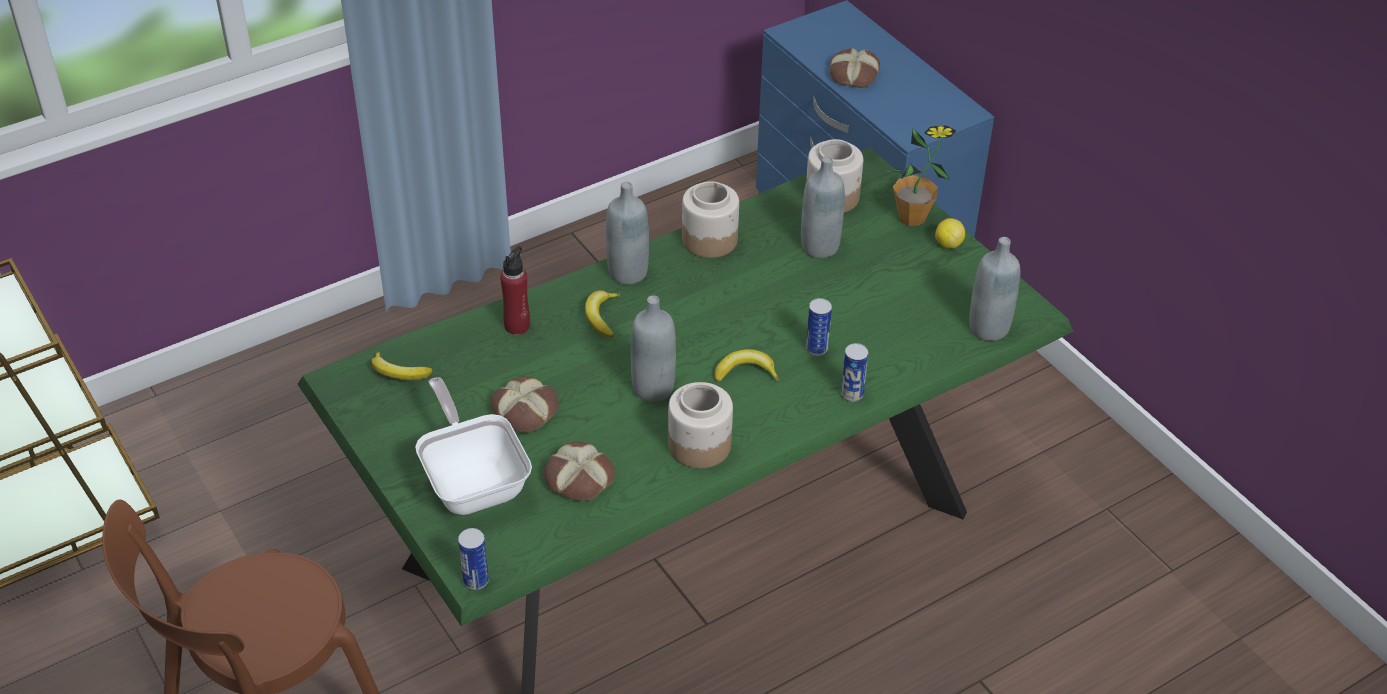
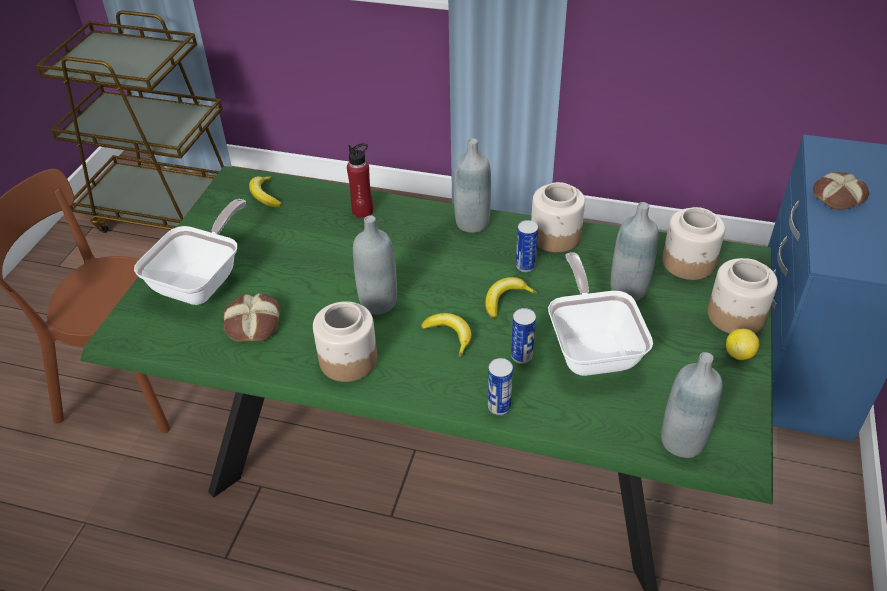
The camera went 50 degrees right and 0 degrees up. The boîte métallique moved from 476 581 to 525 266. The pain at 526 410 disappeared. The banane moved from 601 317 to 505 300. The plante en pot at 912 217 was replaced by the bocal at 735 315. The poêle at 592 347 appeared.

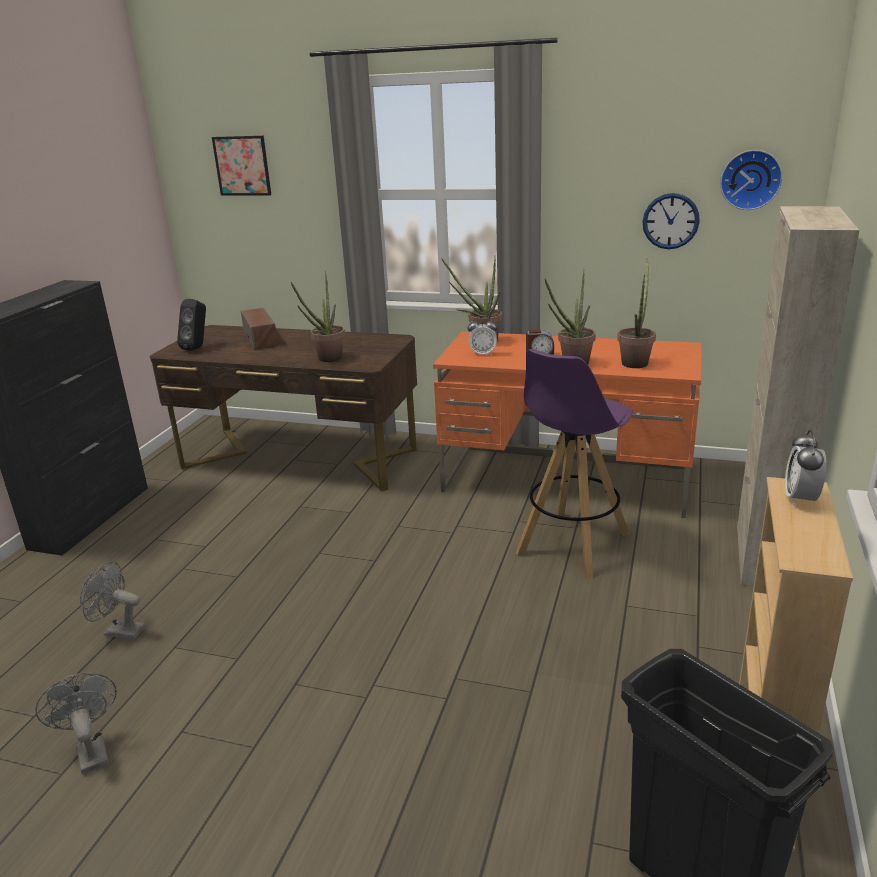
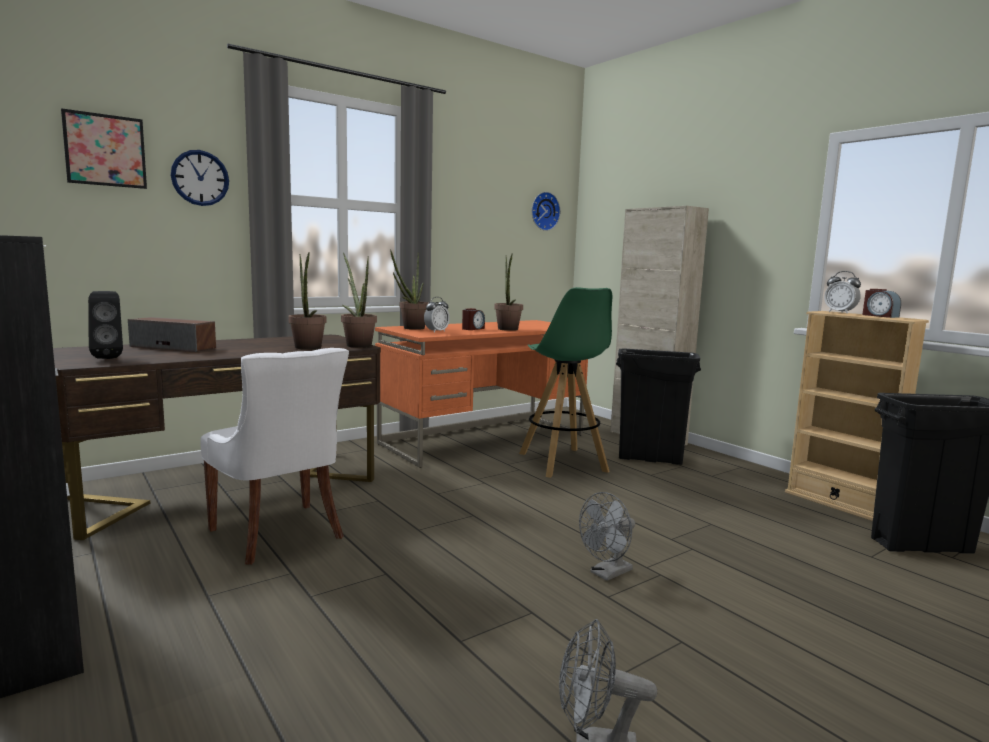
The camera went 55 degrees left and 15 degrees down. The ventilateur [gris] moved from 119 631 to 607 574. The tabouret [violet] at 572 544 became the tabouret [vert] at 563 463. The plante en pot moved from 635 361 to 357 345. The horloge murale moved from 670 221 to 200 178. The chaise [blanc] at 279 534 appeared. The poubelle [noir] at 650 459 appeared. The réveil at 879 316 appeared.

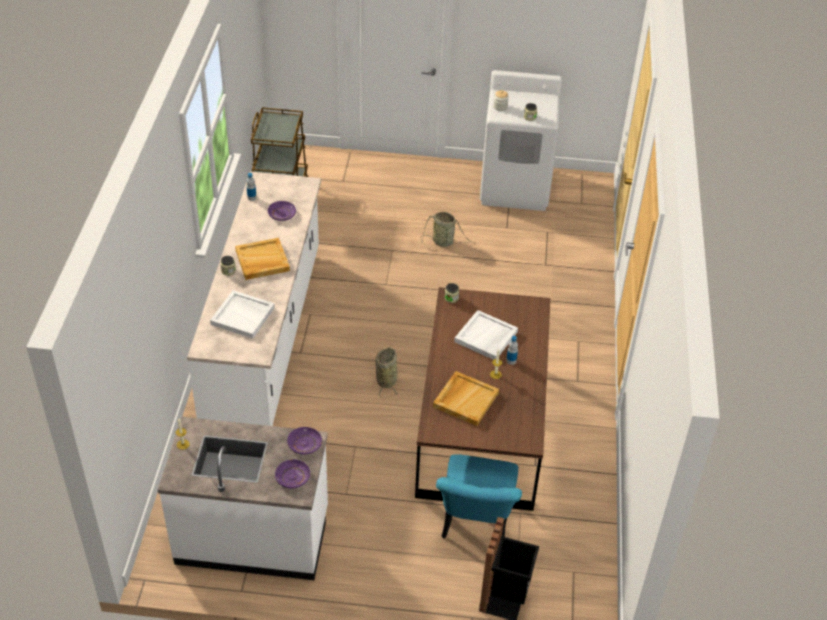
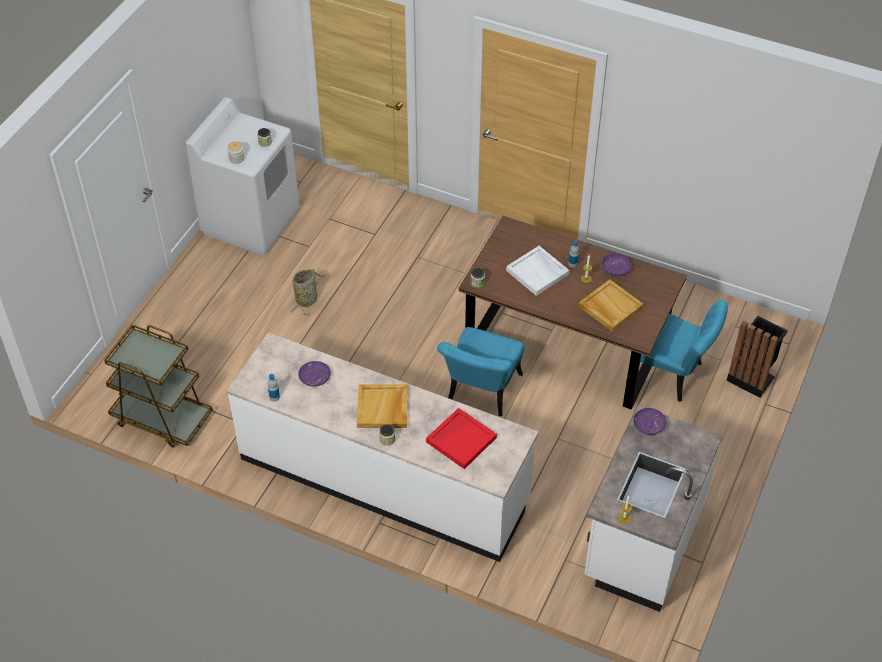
The camera went 70 degrees left and 5 degrees up. The plateau [blanc] at 243 316 became the plateau [rouge] at 461 439. The assiette [violet] moved from 292 477 to 616 268. The panier at 387 379 was replaced by the chaise [turquoise] at 481 393.

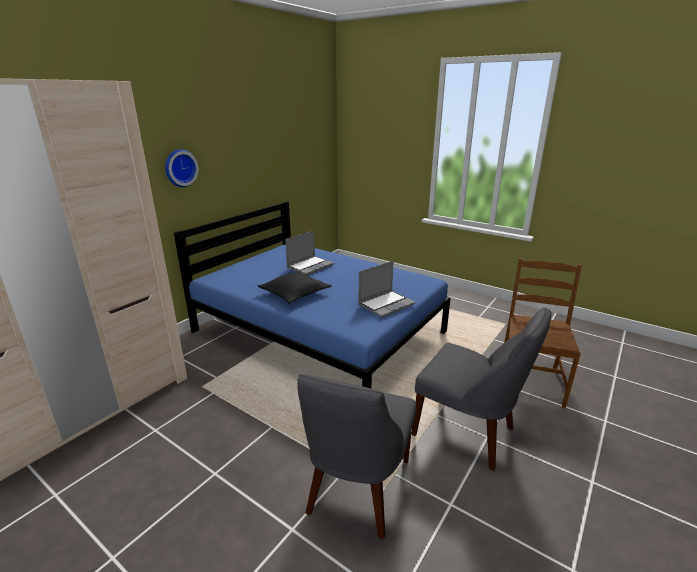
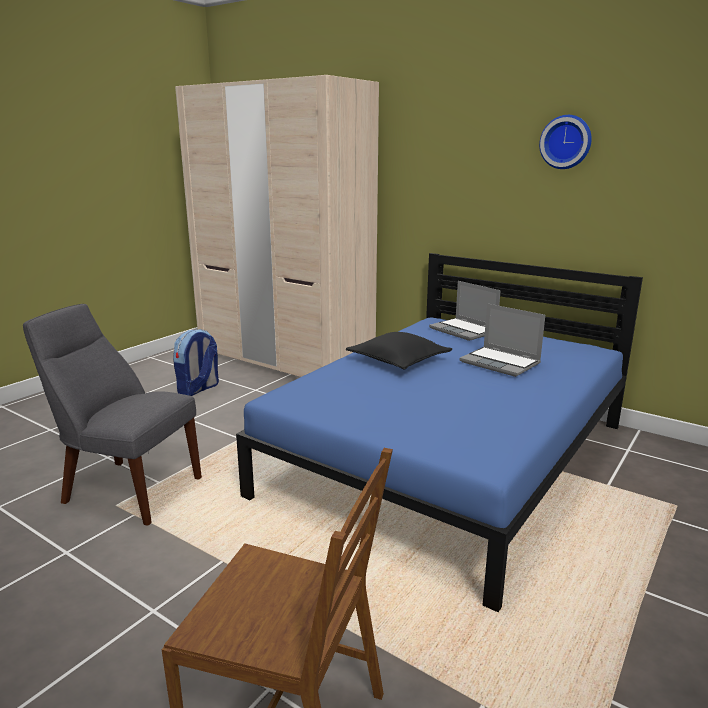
The camera went 90 degrees right and 5 degrees down. The horloge murale moved from 180 168 to 566 142. The ordinateur portable moved from 386 304 to 464 330. The chaise [gris] at 468 433 disappeared. The sac à dos at 198 389 appeared.

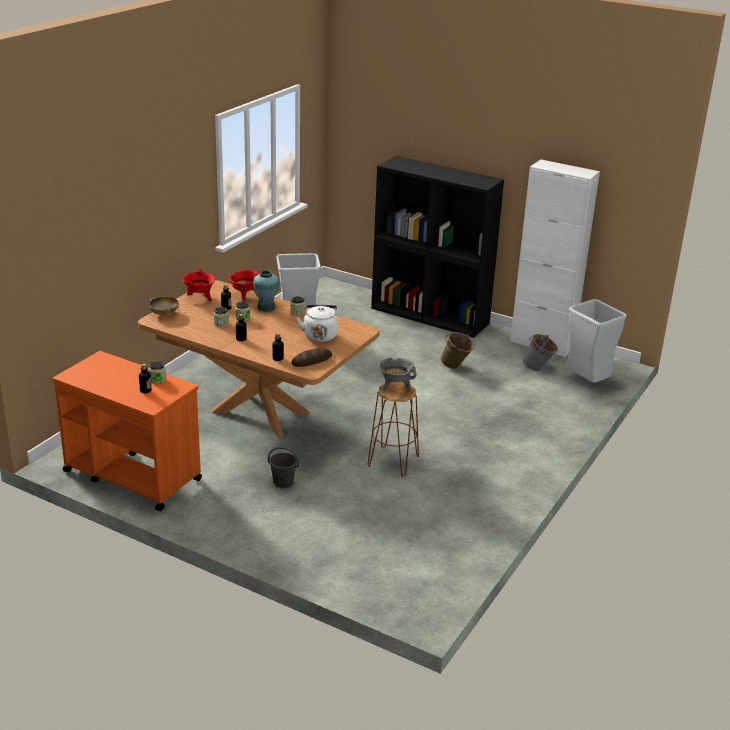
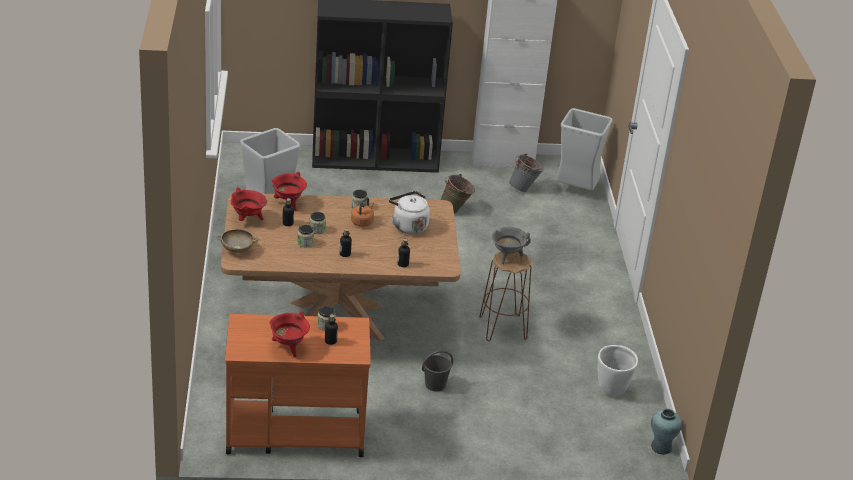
The camera went 35 degrees left and 5 degrees up. The vase [turquoise] moved from 266 307 to 661 447. The pain at 311 360 disappeared. The marmite [rouge] at 289 347 appeared. The bouilloire [orange] at 362 222 appeared. The cache-pot [blanc] at 612 390 appeared.

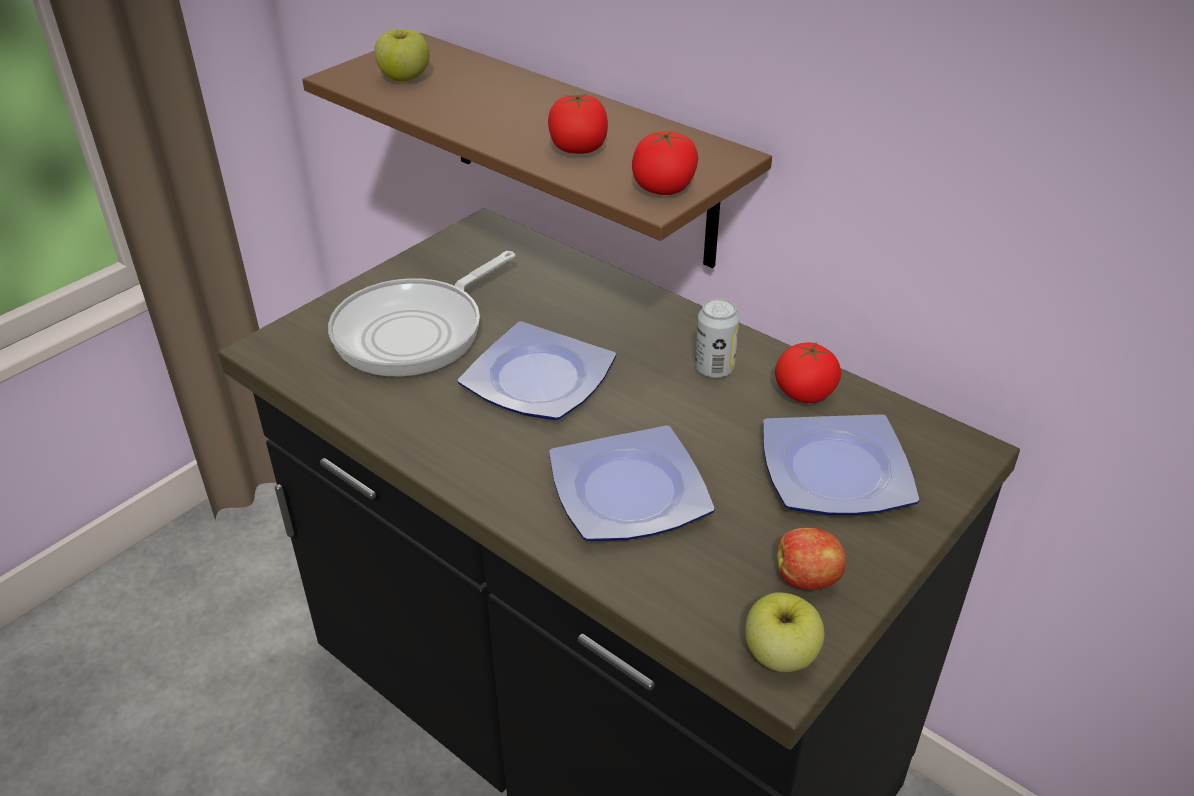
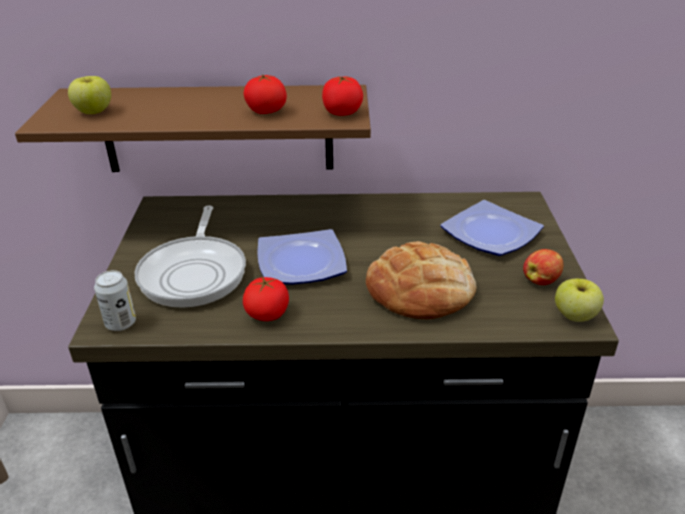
The camera went 40 degrees left and 5 degrees down. The assiette at 627 494 was replaced by the pain at 420 290. The boîte métallique moved from 714 369 to 120 323. The tomate moved from 804 393 to 267 314.

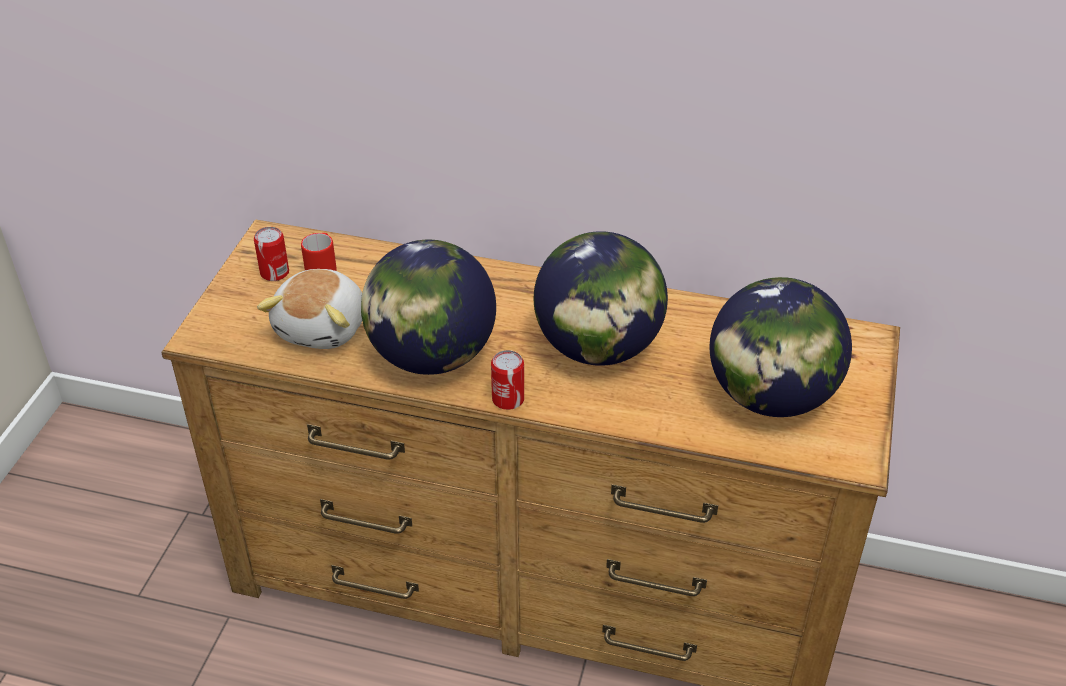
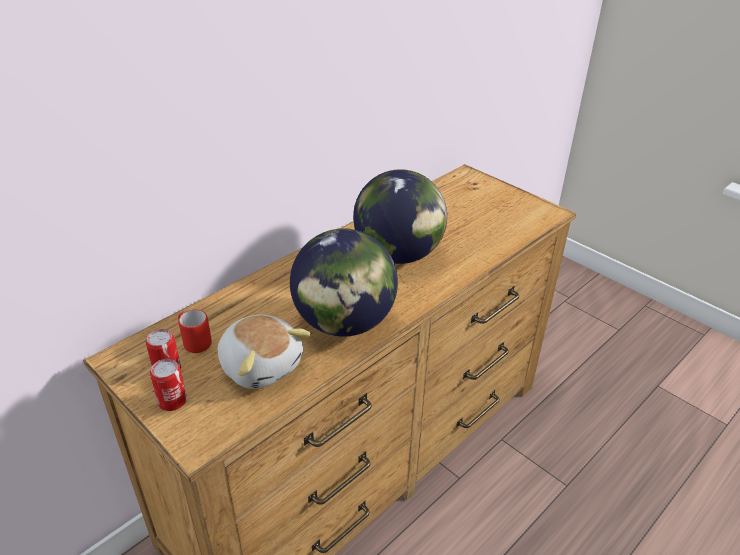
The camera went 60 degrees left and 5 degrees down. The boîte métallique moved from 508 399 to 172 401. The globe at 770 397 disappeared.

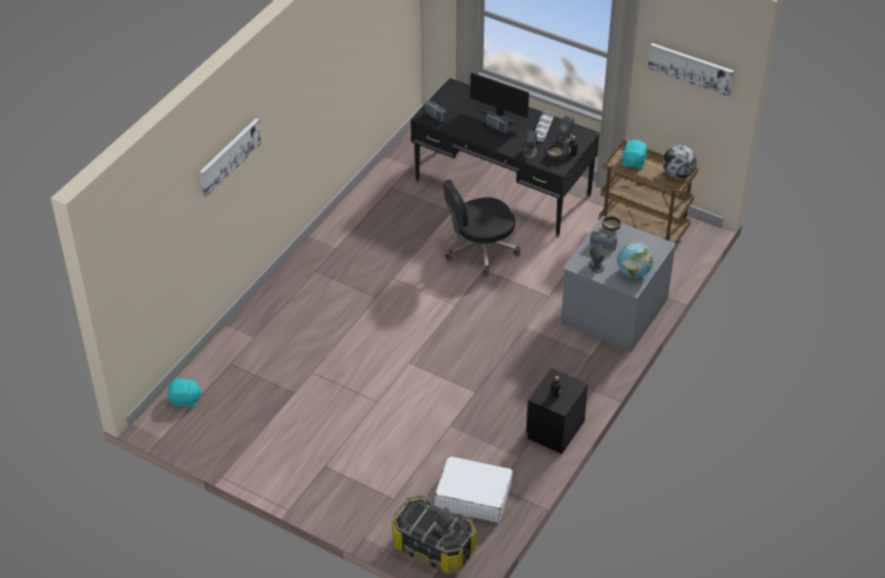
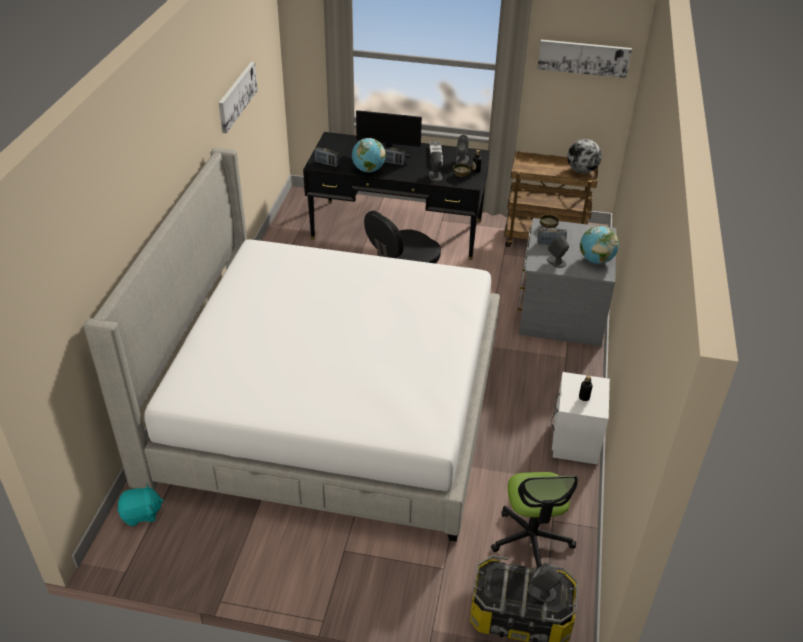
The camera went 20 degrees left and 5 degrees down. The tableau moved from 229 156 to 237 96. The valise [blanc] at 473 496 was replaced by the chaise de bureau at 531 539. The table de chevet [noir] at 554 429 became the table de chevet [blanc] at 574 440. The peluche [turquoise] at 633 162 disappeared. The lit at 329 404 appeared. The globe at 368 170 appeared.

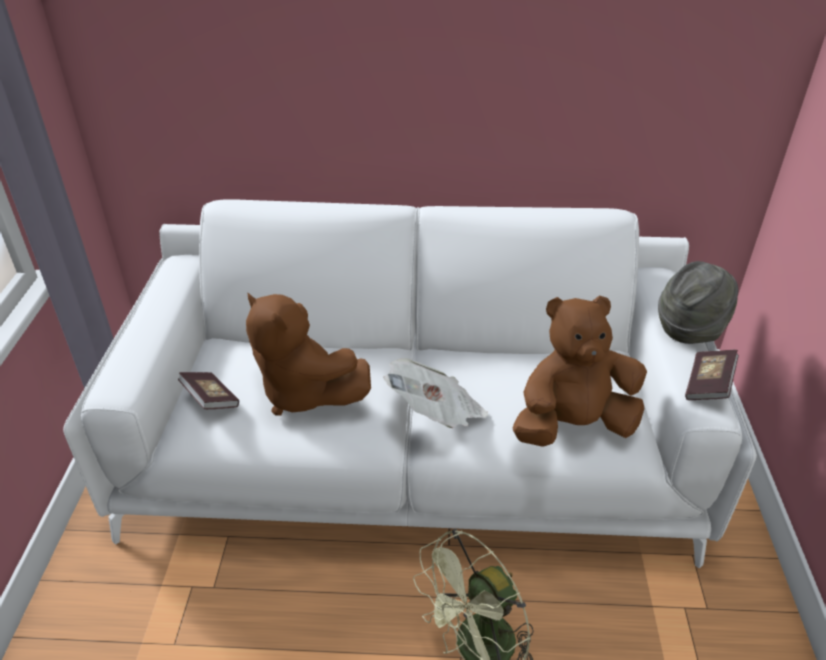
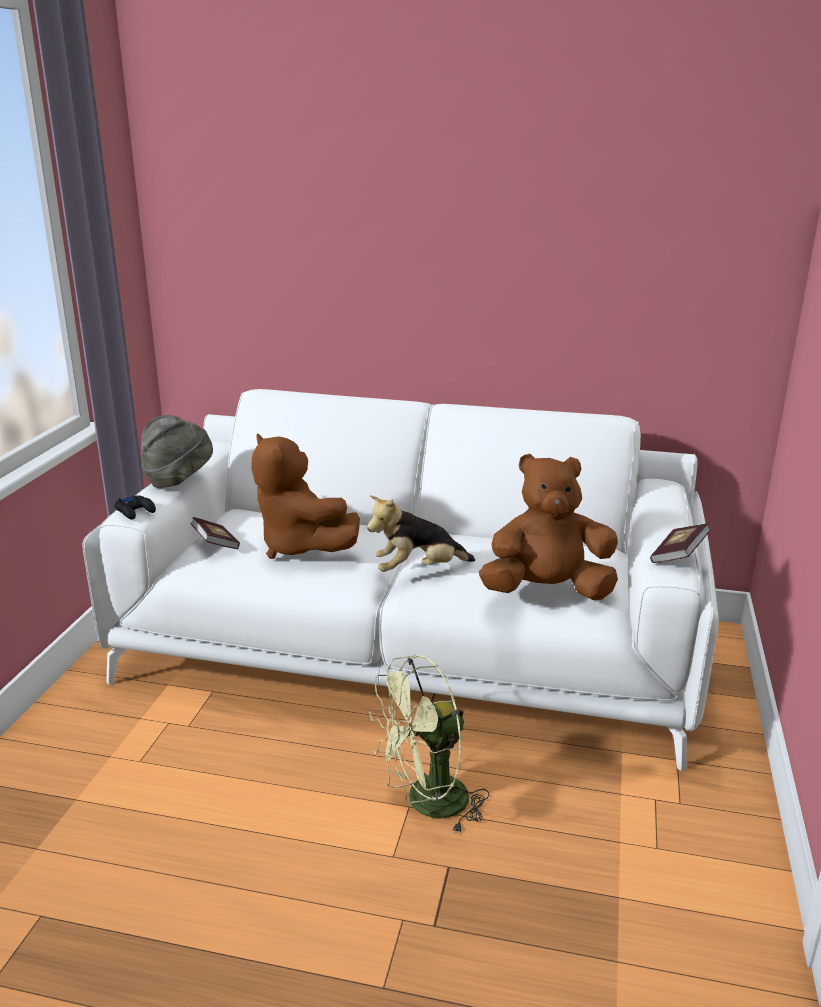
The camera went 10 degrees right and 15 degrees down. The journal at 436 413 was replaced by the peluche at 418 570. The chapeau [gris] moved from 690 327 to 179 481. The manette [noir] at 135 511 appeared.

